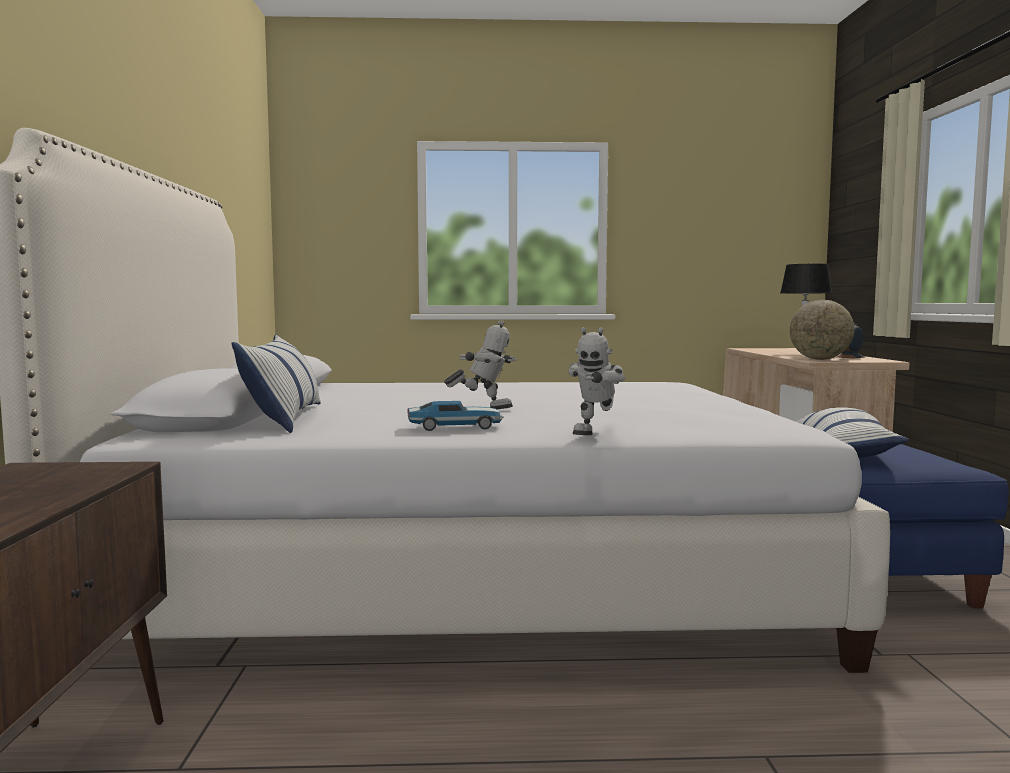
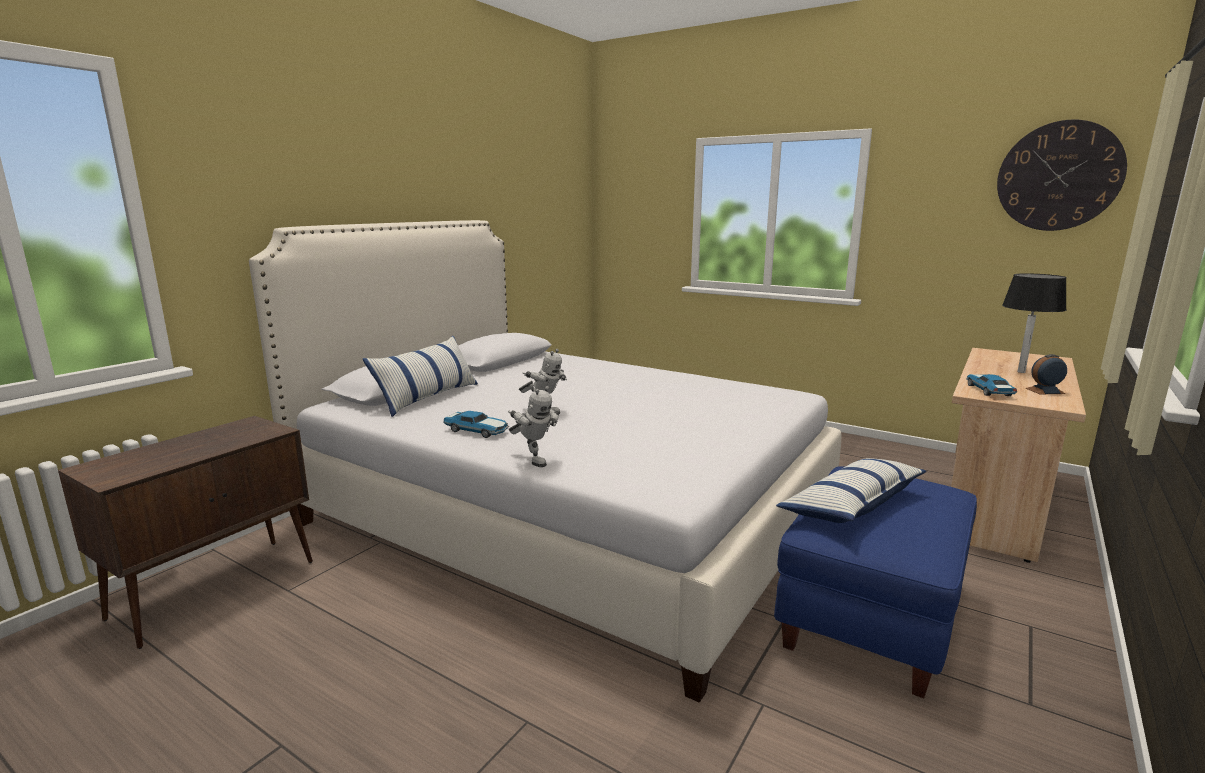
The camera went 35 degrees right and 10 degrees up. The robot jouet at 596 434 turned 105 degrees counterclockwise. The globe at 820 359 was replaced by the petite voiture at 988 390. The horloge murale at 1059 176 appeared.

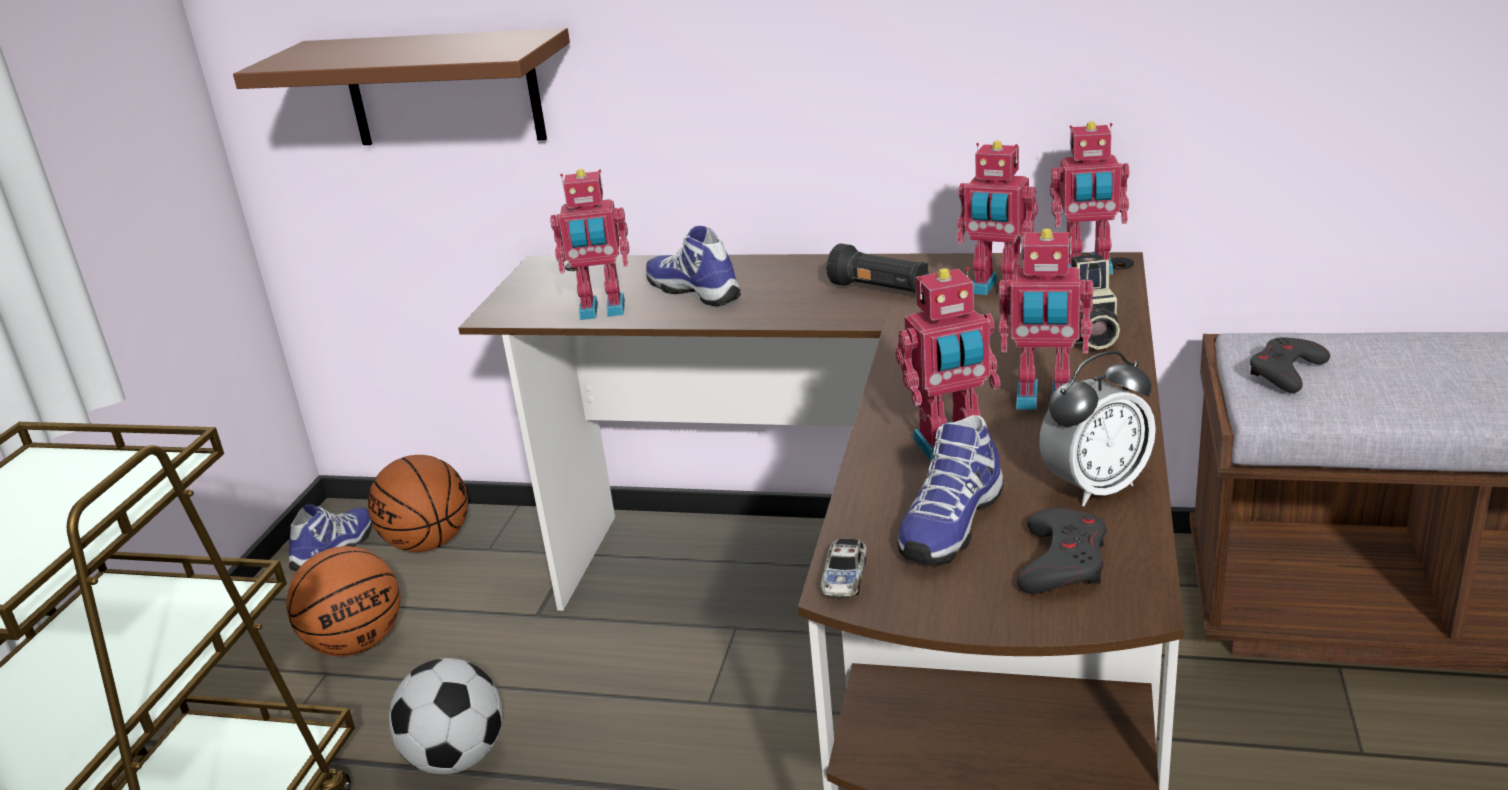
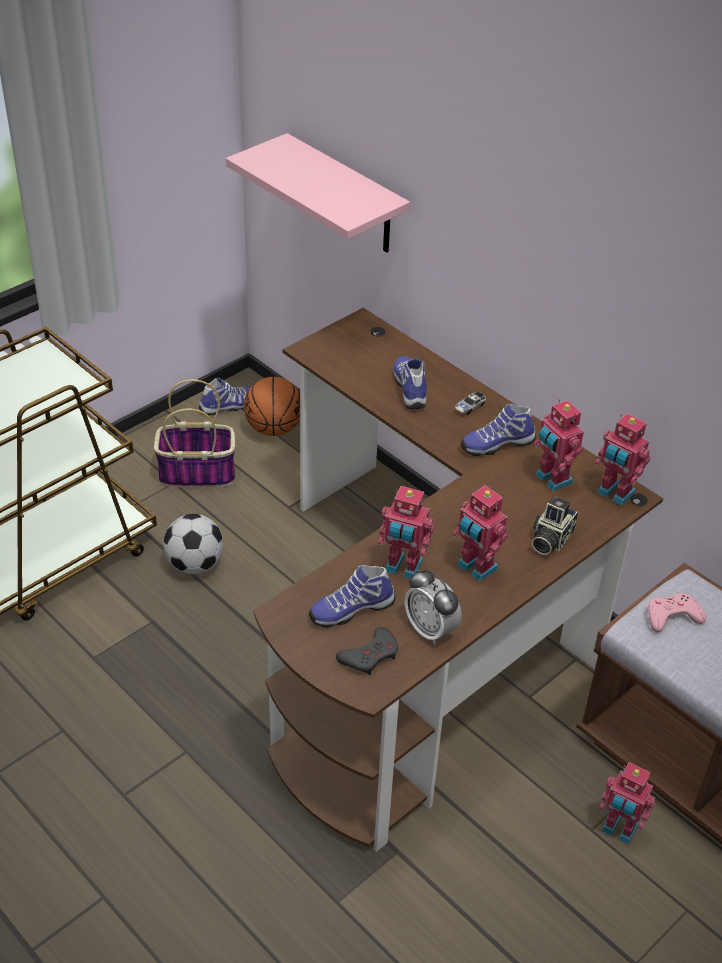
The camera went 30 degrees right and 15 degrees up. The étagère [marron] at 443 89 became the étagère [rose] at 345 196. The ballon de basket at 356 643 was replaced by the panier at 198 473. The robot jouet moved from 602 311 to 618 830. The petite voiture moved from 845 578 to 470 407. The lampe de poche [noir] at 880 290 was replaced by the chaussure at 496 443. The réveil at 1095 488 turned 45 degrees clockwise. The manette [gris] at 1286 372 became the manette [rose] at 672 616.

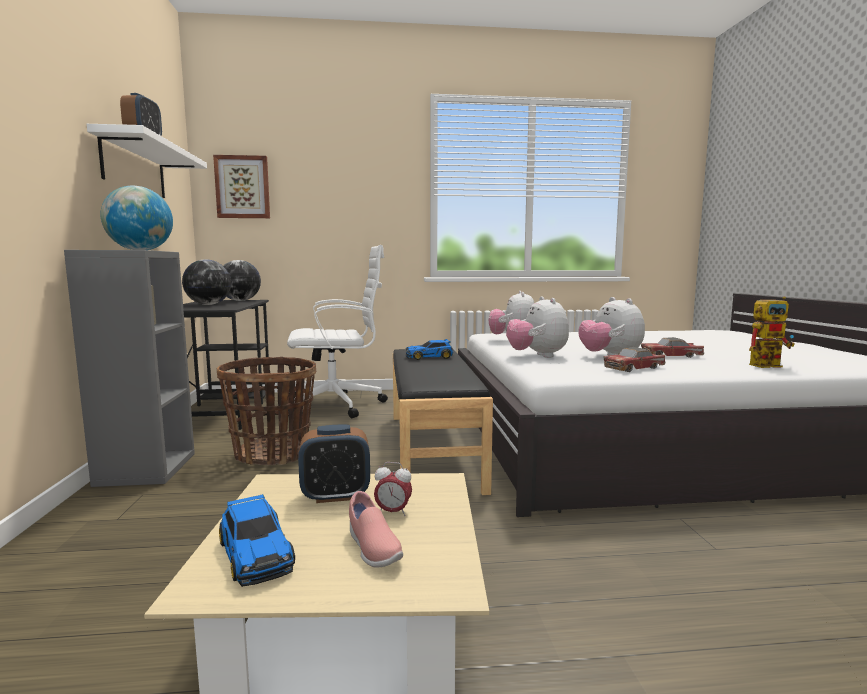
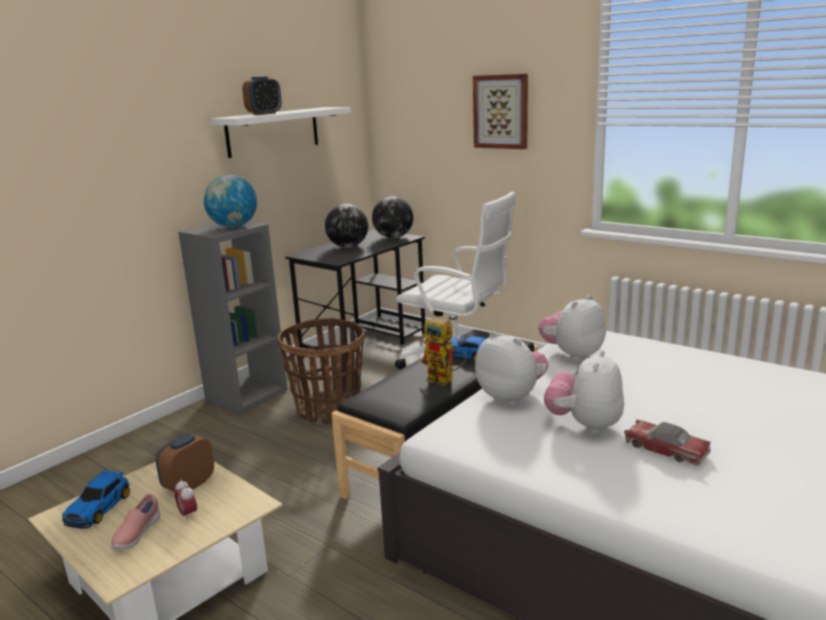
The camera went 45 degrees right and 10 degrees up. The tableau moved from 242 187 to 501 111. The réveil at 335 496 turned 90 degrees clockwise. The peluche at 537 356 turned 105 degrees clockwise. The petite voiture at 634 368 disappeared. The robot jouet moved from 768 365 to 446 380.

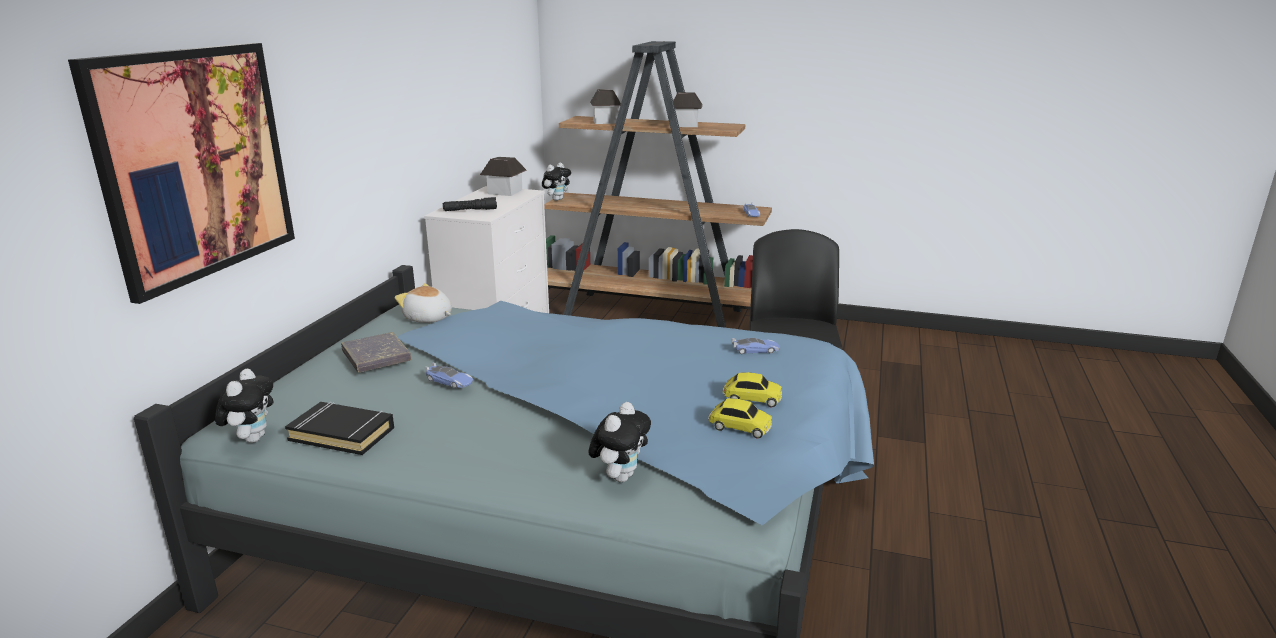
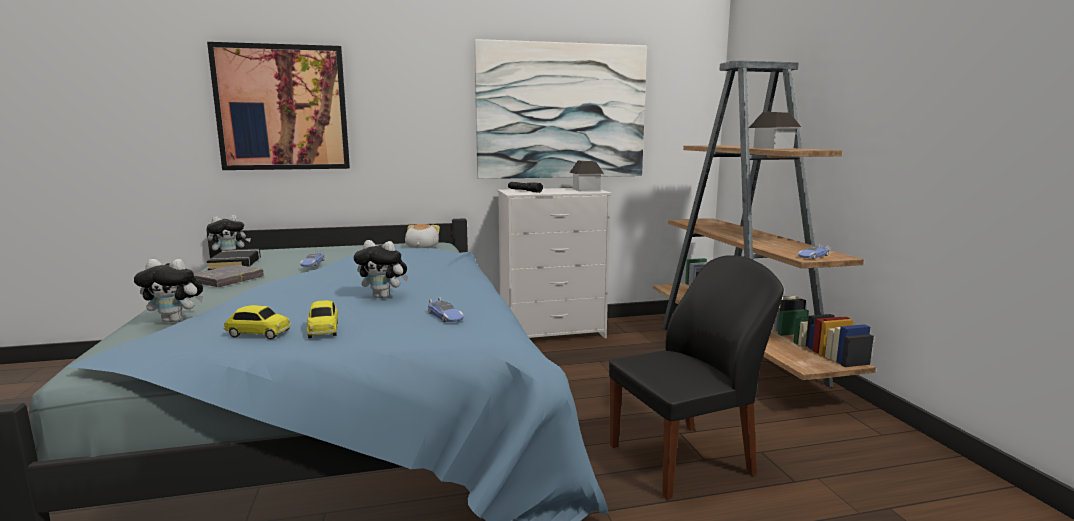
The camera went 60 degrees right and 10 degrees down. The livre [gris] moved from 376 357 to 227 280. The peluche moved from 557 199 to 384 297. The maison miniature at 606 121 disappeared. The petite voiture at 739 427 turned 75 degrees counterclockwise. The tableau at 561 111 appeared.

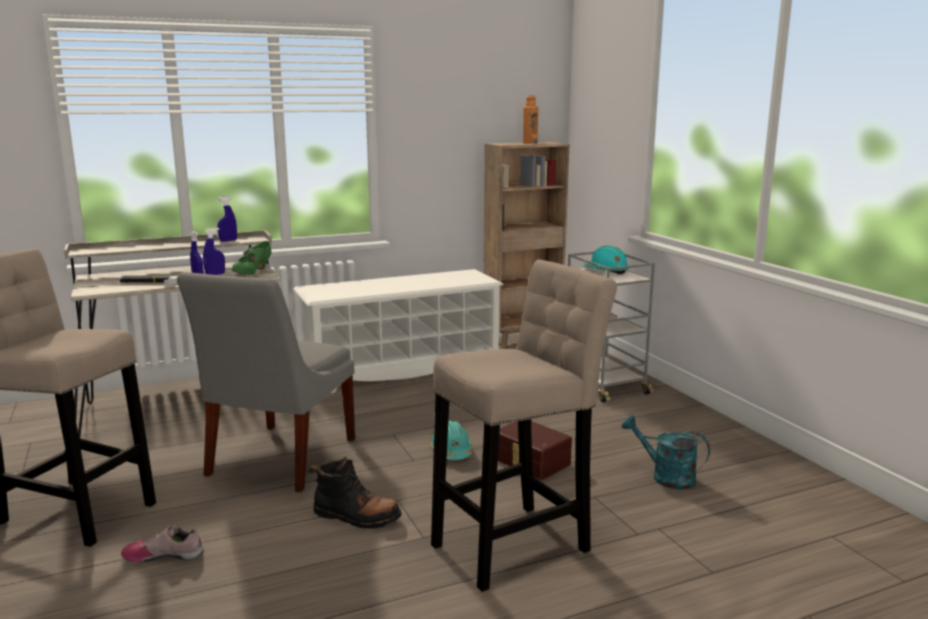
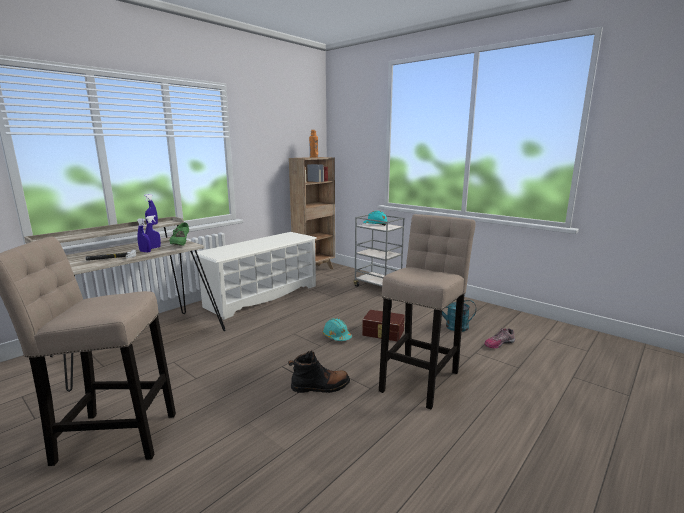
The camera went 25 degrees left and 0 degrees up. The chaussure moved from 164 555 to 498 343. The chaise [gris] at 278 459 disappeared.

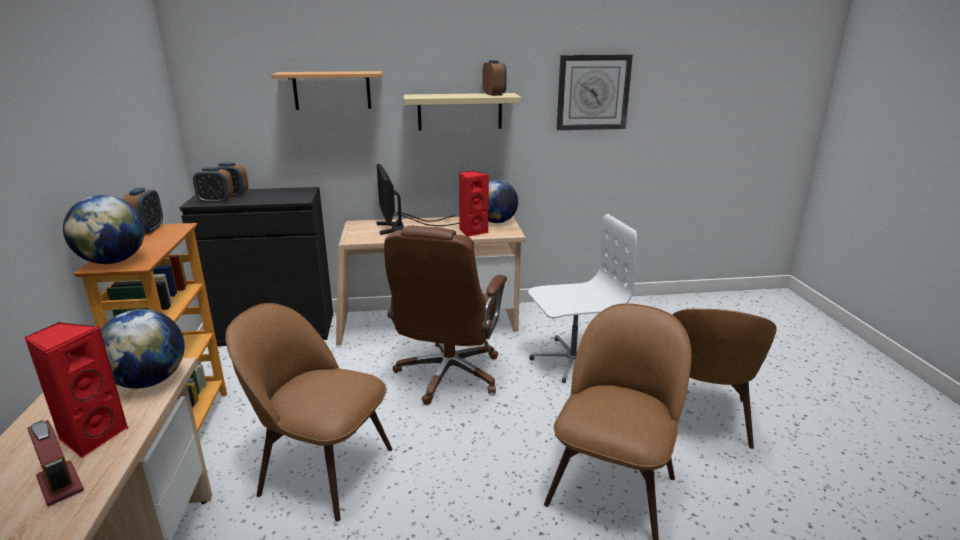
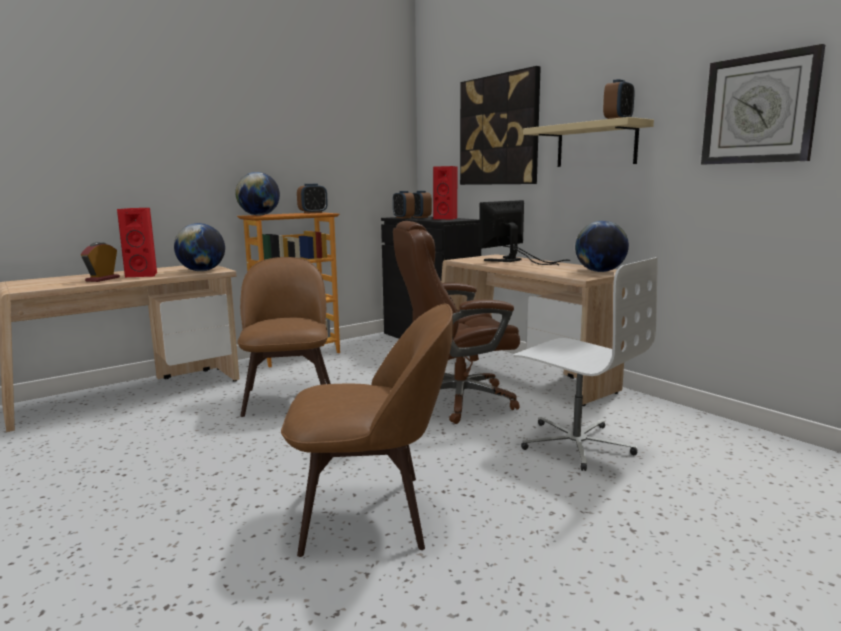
The camera went 60 degrees right and 10 degrees down. The étagère at 332 90 was replaced by the tableau at 499 130. The enceinte [rouge] moved from 472 232 to 447 218. The chaise [marron] at 699 418 disappeared.

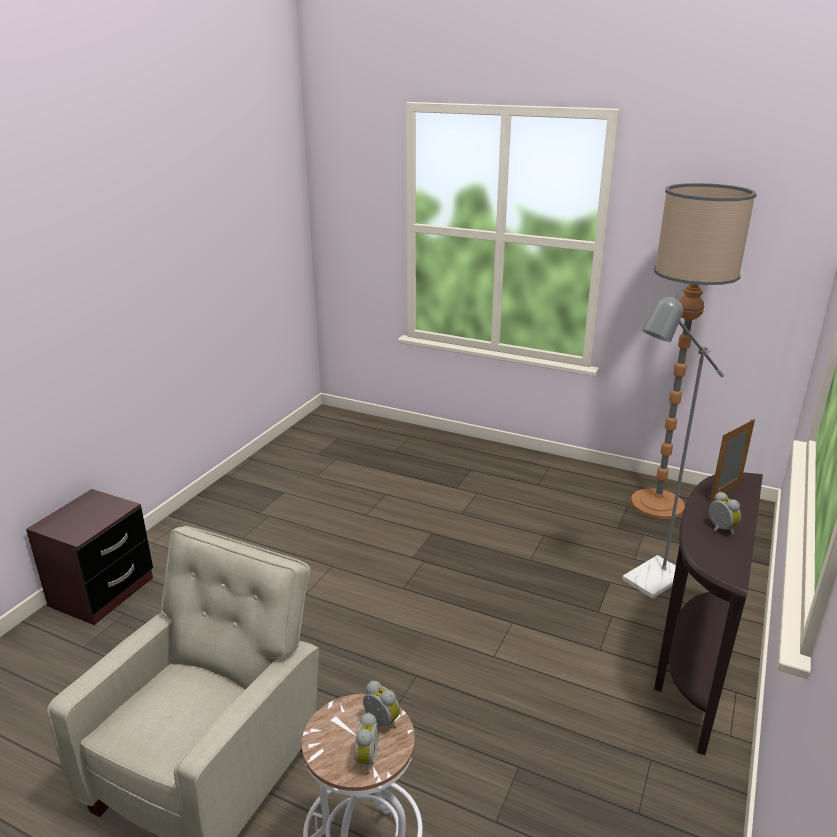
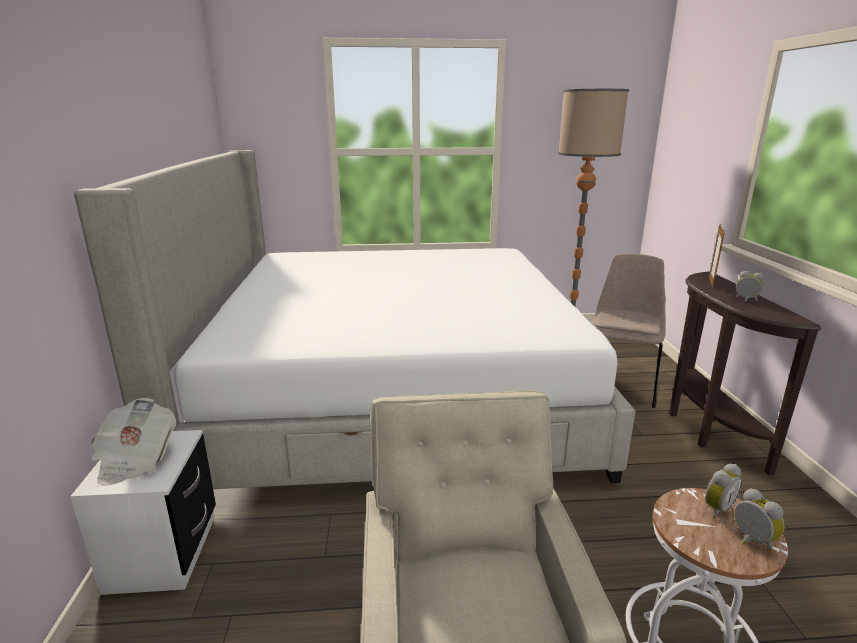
The camera went 30 degrees left and 5 degrees down. The table de chevet [marron] at 102 592 became the table de chevet [blanc] at 163 553. The réveil at 380 724 turned 135 degrees clockwise. The lampadaire [gris] at 647 582 was replaced by the chaise [beige] at 619 385. The lit at 390 392 appeared. The journal at 135 459 appeared.

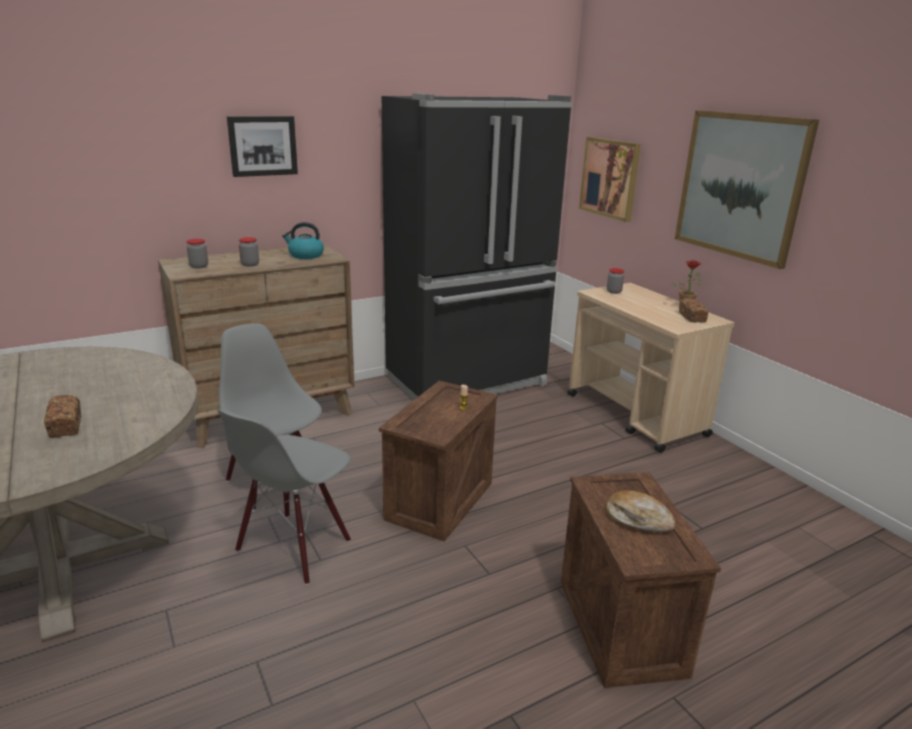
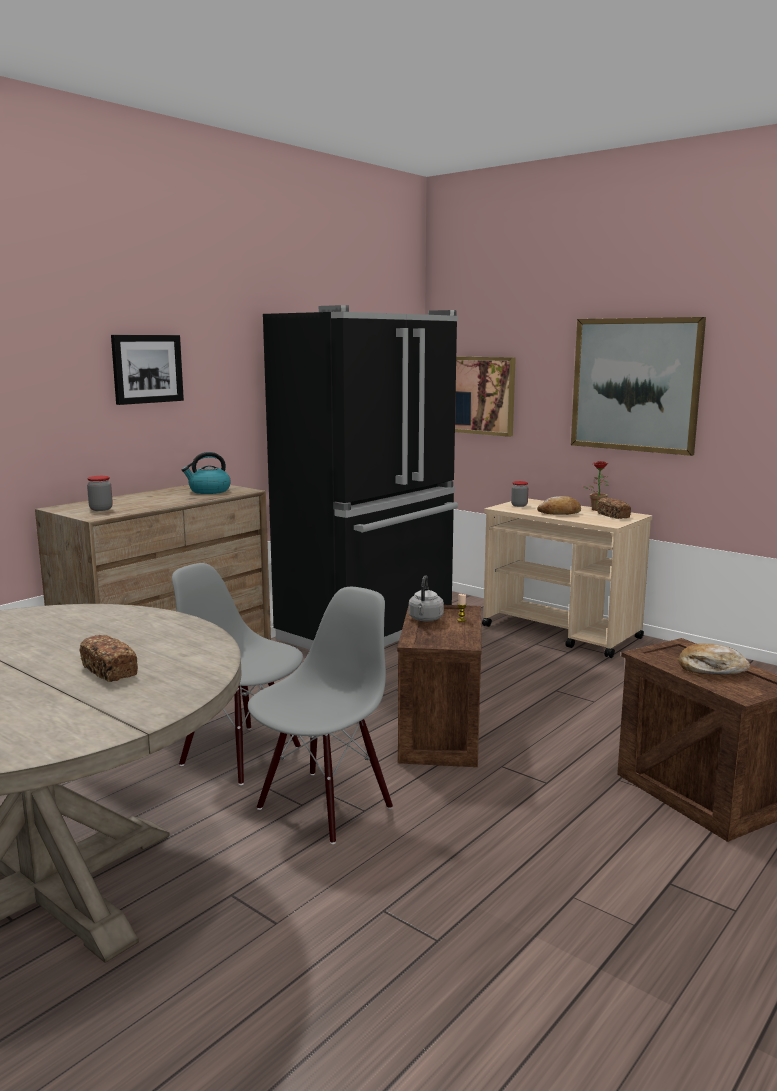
The camera went 20 degrees left and 10 degrees down. The chaise [gris] at 294 547 turned 150 degrees counterclockwise. The bocal at 250 264 disappeared. The bouilloire [gris] at 425 619 appeared. The pain at 560 513 appeared.

